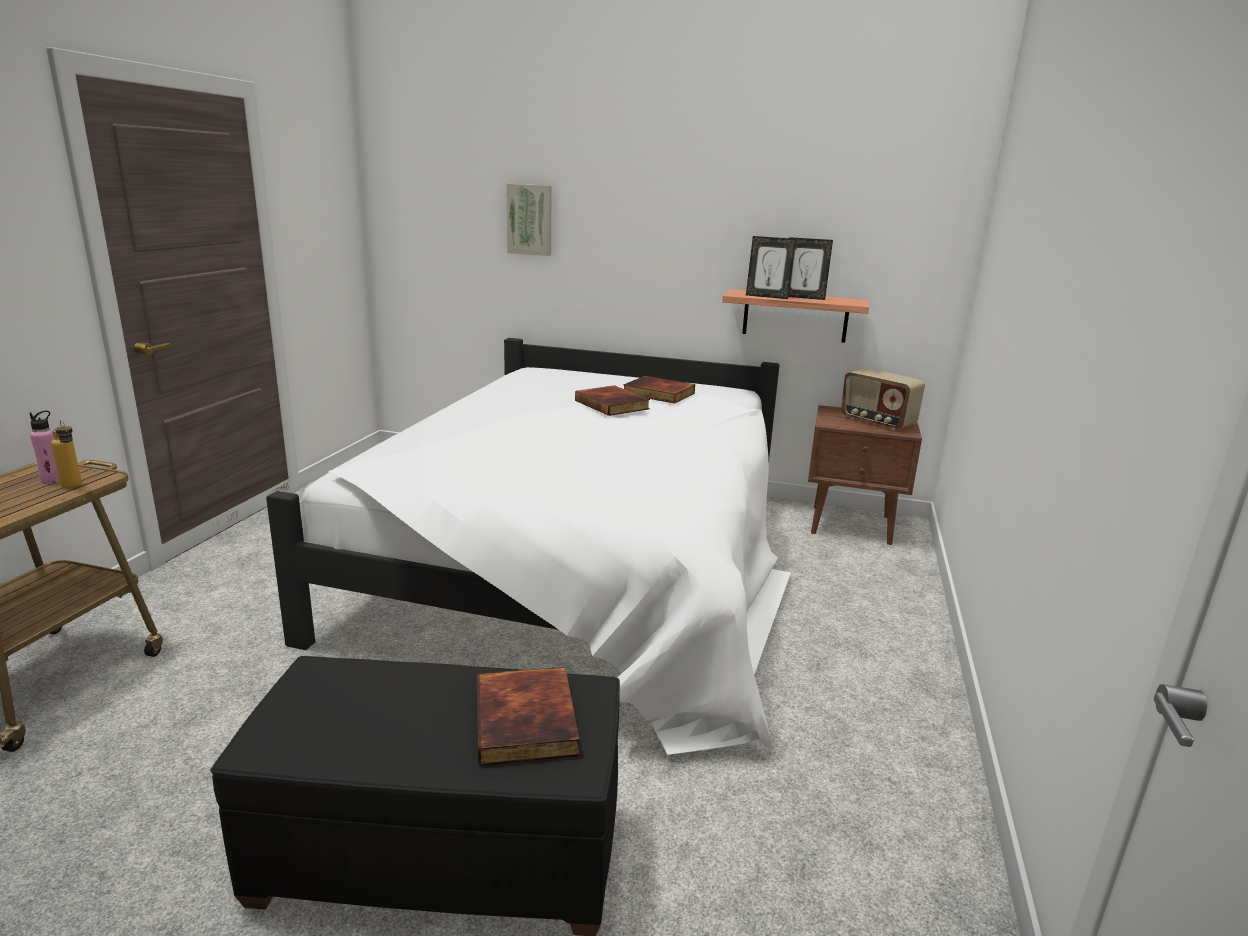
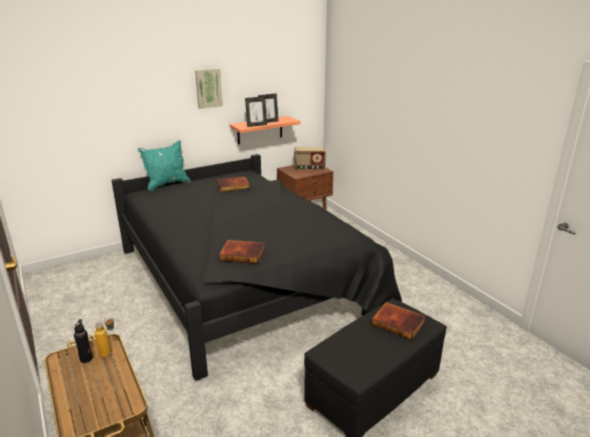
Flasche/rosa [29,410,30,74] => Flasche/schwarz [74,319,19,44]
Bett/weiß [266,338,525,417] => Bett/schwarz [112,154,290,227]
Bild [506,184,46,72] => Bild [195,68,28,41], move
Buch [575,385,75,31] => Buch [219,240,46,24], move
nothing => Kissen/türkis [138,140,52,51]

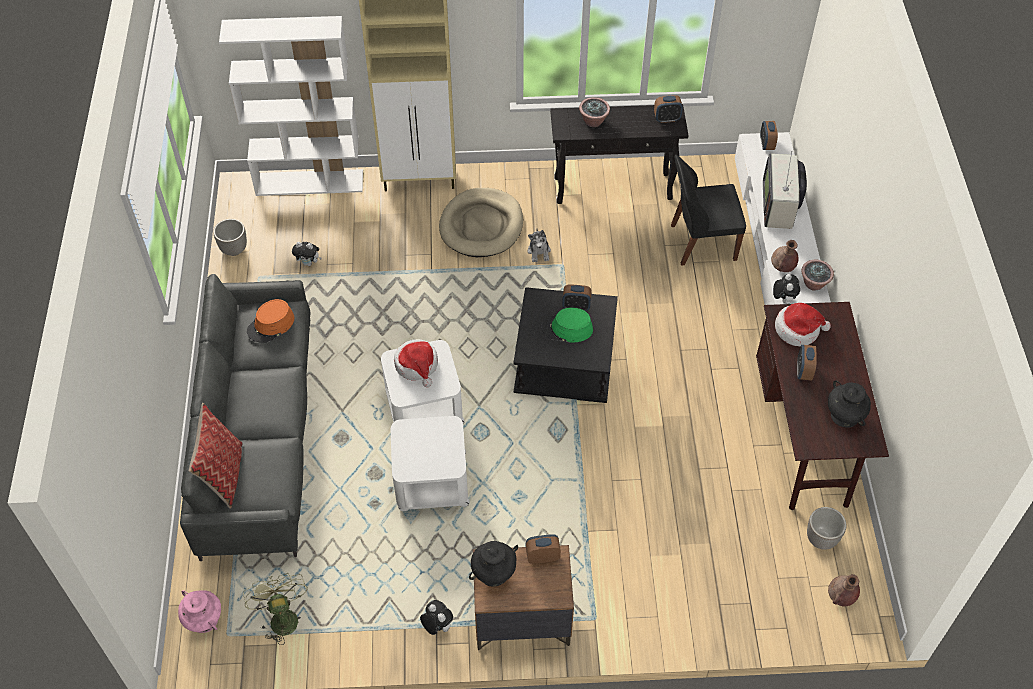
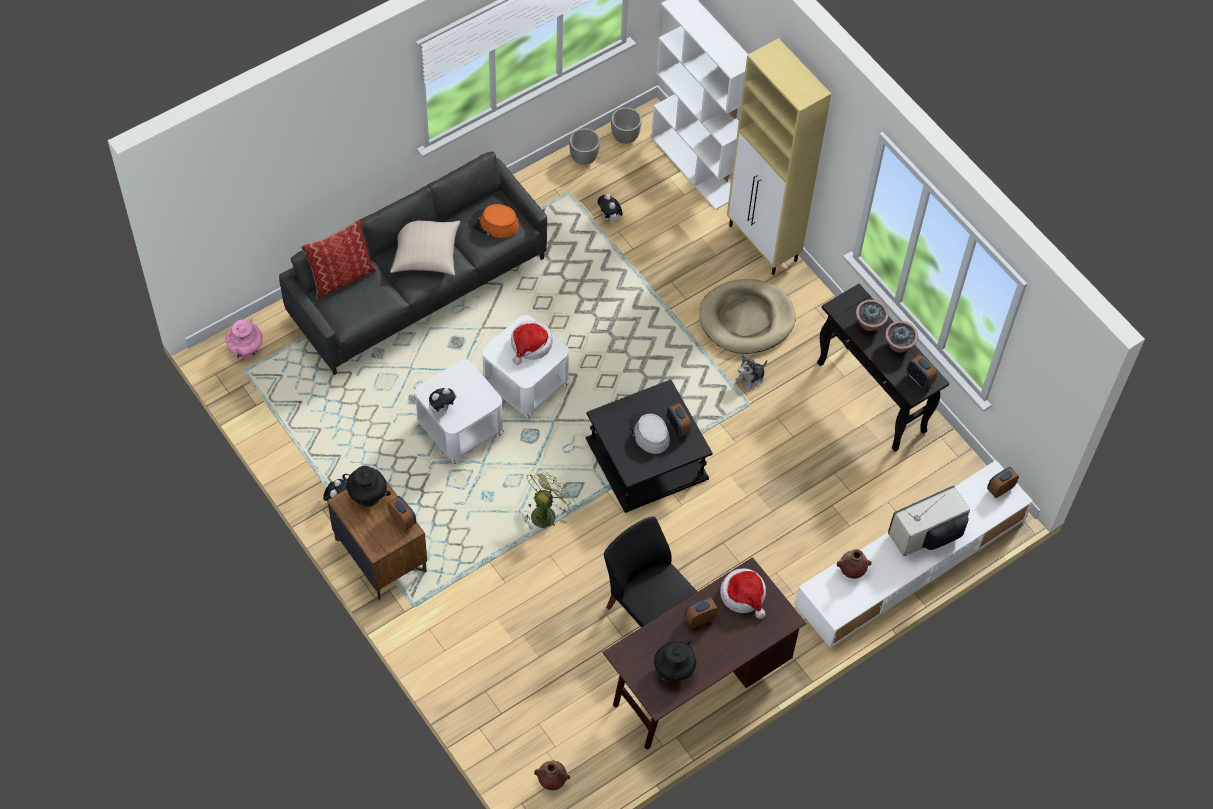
Ventilator/grün [243,573,65,72] => Ventilator/grün [525,468,51,60], move
Hut/grün [541,307,52,36] => Hut/grau [629,410,41,44]
Stuhl/schwarz [671,155,75,111] => Stuhl/schwarz [604,517,94,110], move
Plüschtier [773,274,27,30] => Plüschtier [429,388,28,25], move
Topfpflanze [801,259,33,32] => Topfpflanze [885,321,33,32], move
Pflanzkübel [807,507,40,43] => Pflanzkübel [611,107,31,37], move
nothing => Kissen/beige [390,221,70,55]

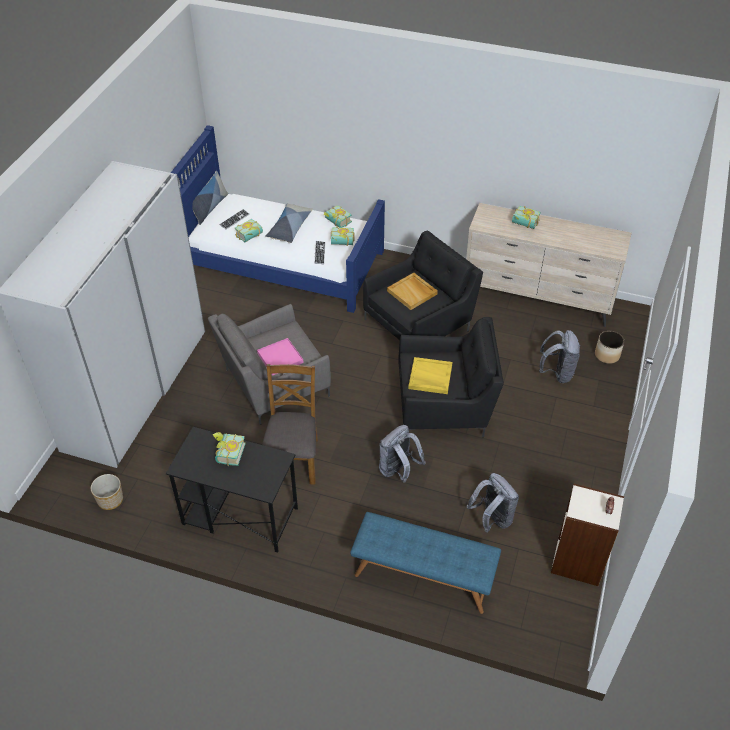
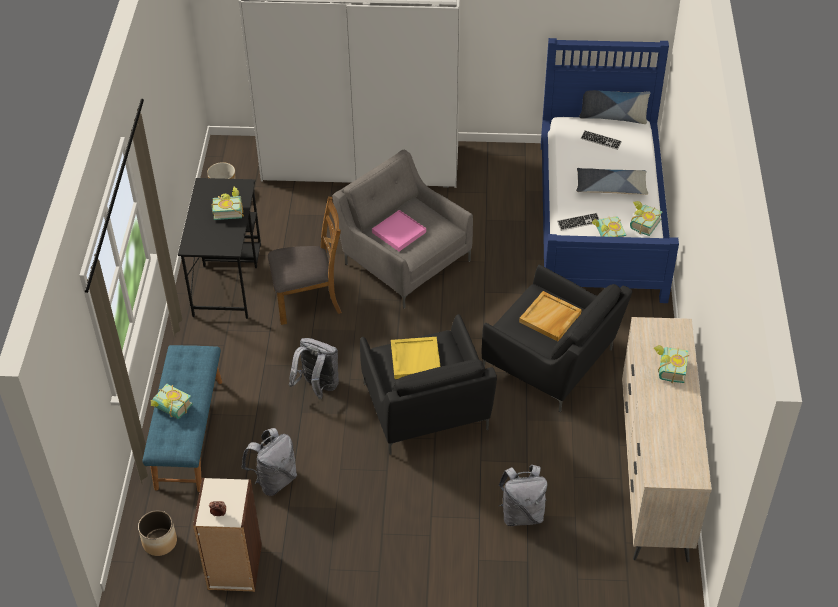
Buch [235,219,28,23] => Buch [151,384,41,35], move
Pflanzkübel [595,331,29,33] => Pflanzkübel [138,510,39,46], move

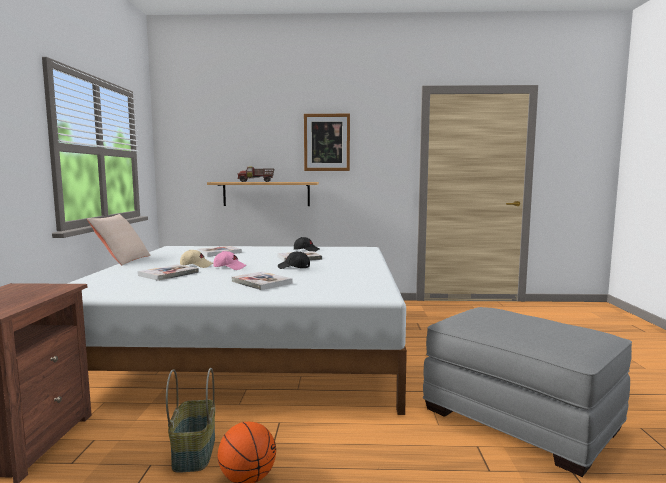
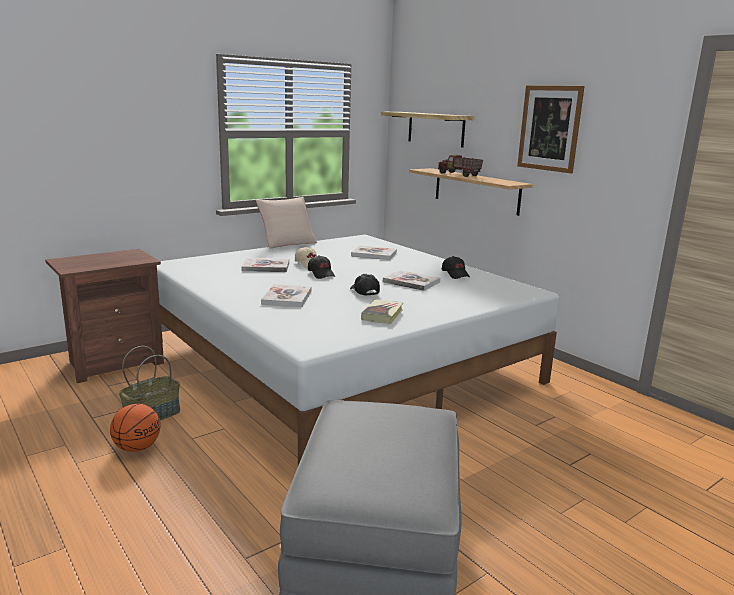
Kappe/rosa [213,251,34,19] => Kappe/schwarz [308,255,27,24]
nothing => Buch [361,300,42,24]
nothing => Wandregal [381,111,93,37]

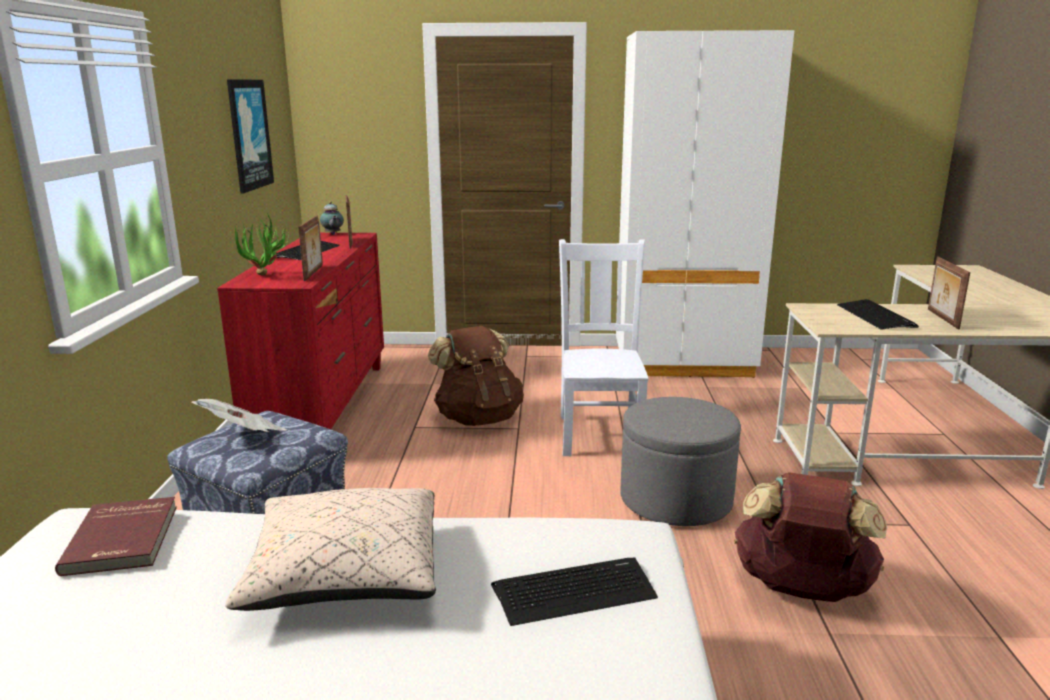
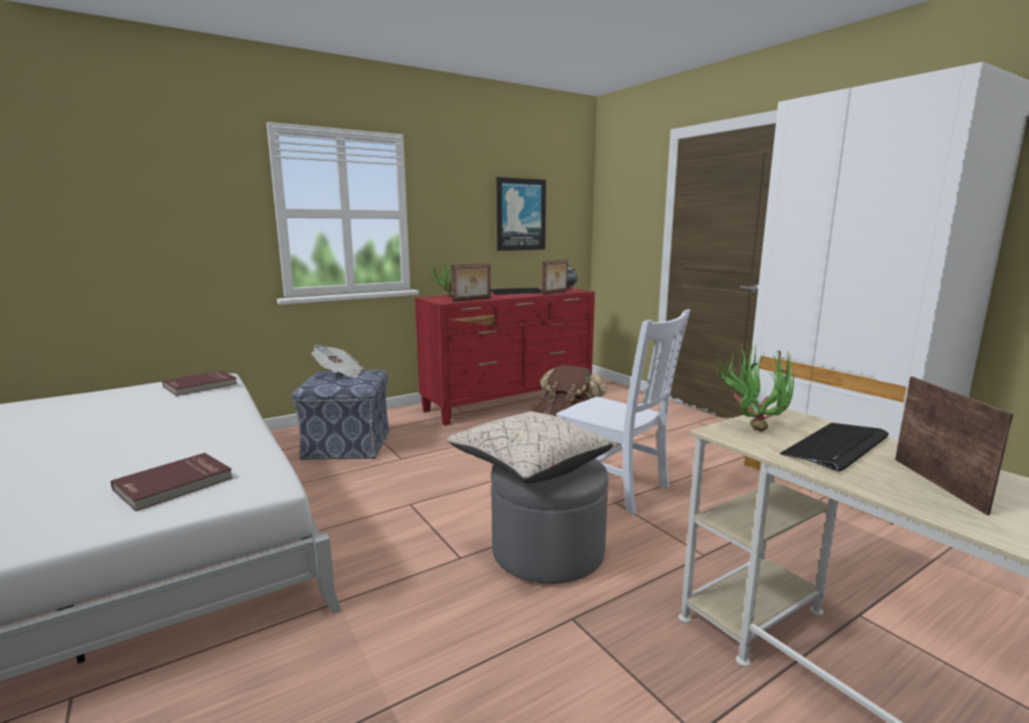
Kissen/beige [225,488,211,123] => Kissen/beige [447,411,166,73], move
Tastatur [491,558,167,68] => Buch/rot [111,453,122,58]
Stuhl/weiß [559,239,90,217] => Stuhl/weiß [556,309,134,205], 75 degrees clockwise
Rucksack/braun [734,472,153,130] => nothing
Bilderrahmen [928,257,42,72] => Bilderrahmen [895,376,118,139], 120 degrees clockwise
nothing => Topfpflanze [717,345,77,87]

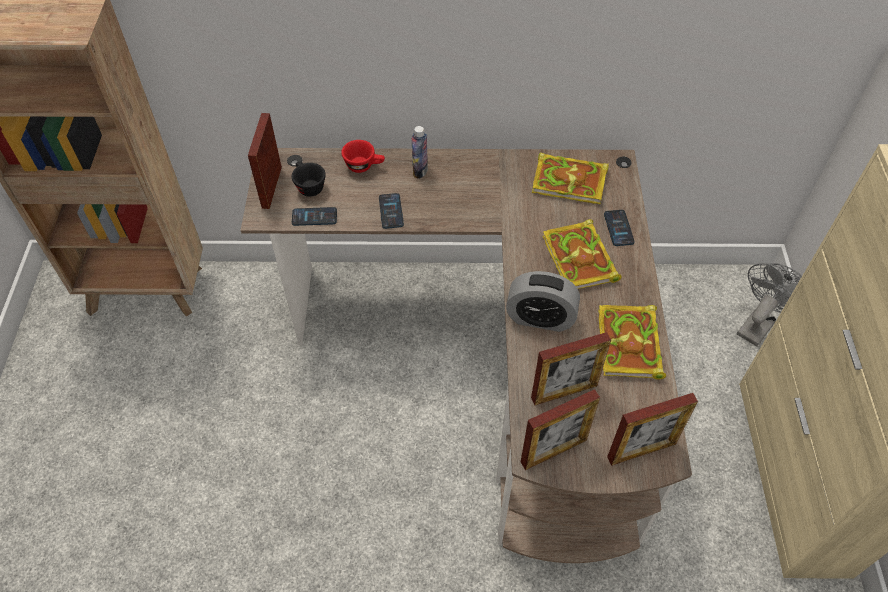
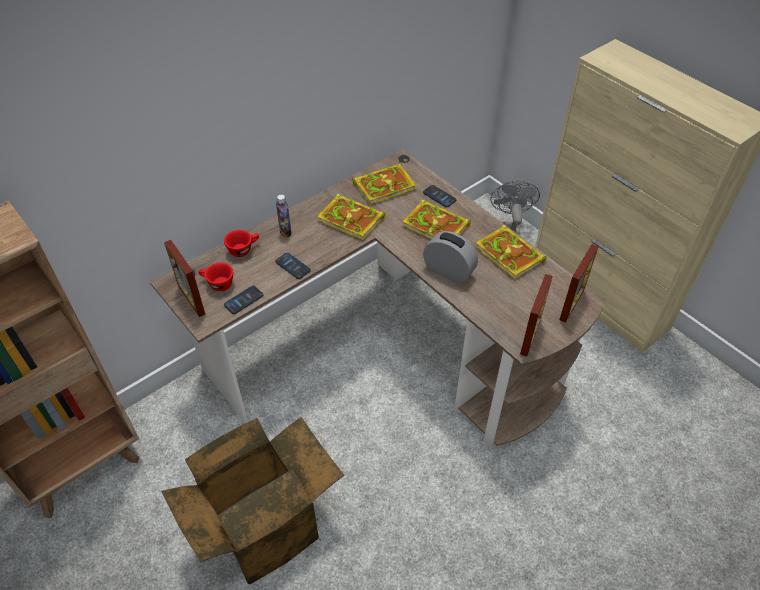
Tasse/schwarz [292,162,34,35] => Tasse/rot [198,263,35,28]
Wecker [506,271,74,61] => Wecker [423,231,55,52], 120 degrees counterclockwise
Bilderrahmen [531,332,80,73] => nothing
nothing => Karton [161,417,184,167]
nothing => Buch [317,193,68,47]

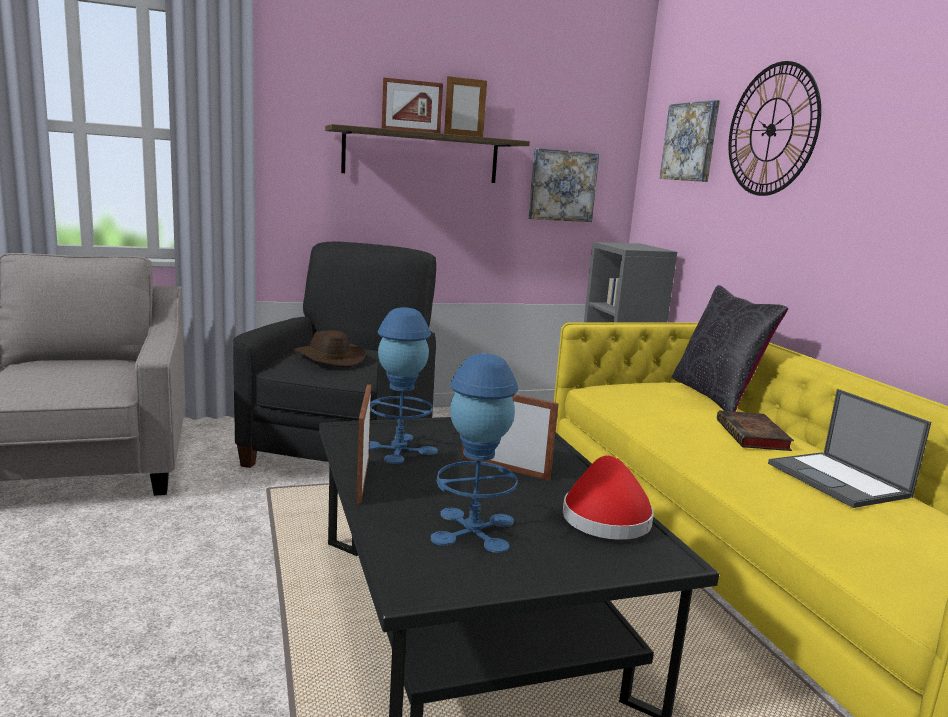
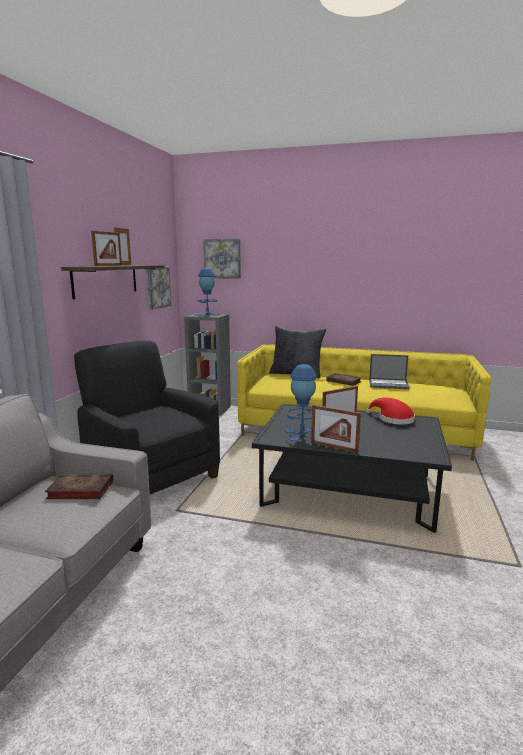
Hut/braun [294,330,72,37] => nothing
Tischlampe/blau [431,353,87,200] => Tischlampe/blau [195,268,25,49], move
Wanduhr [729,61,92,135] => nothing
nothing => Buch [45,474,68,25]

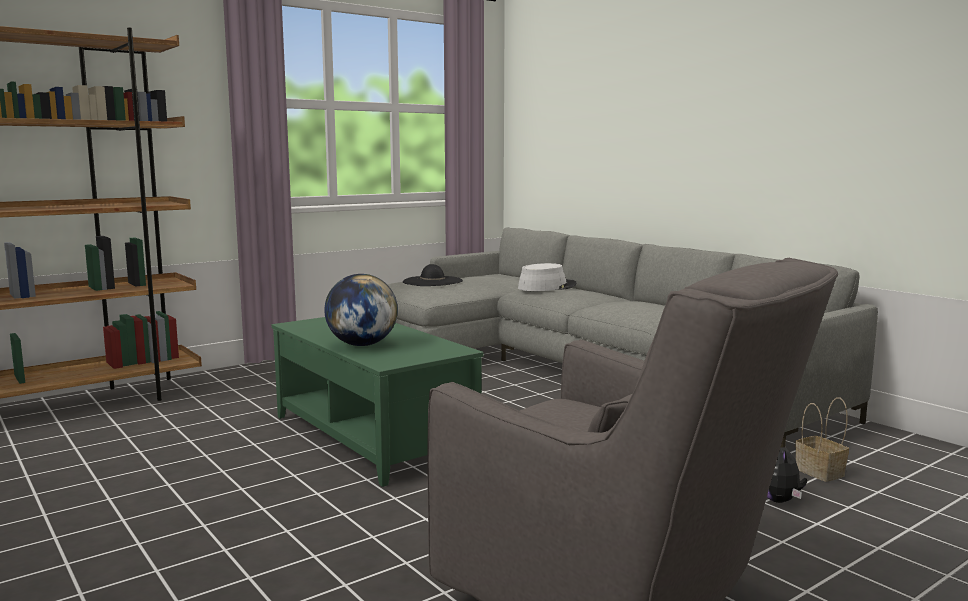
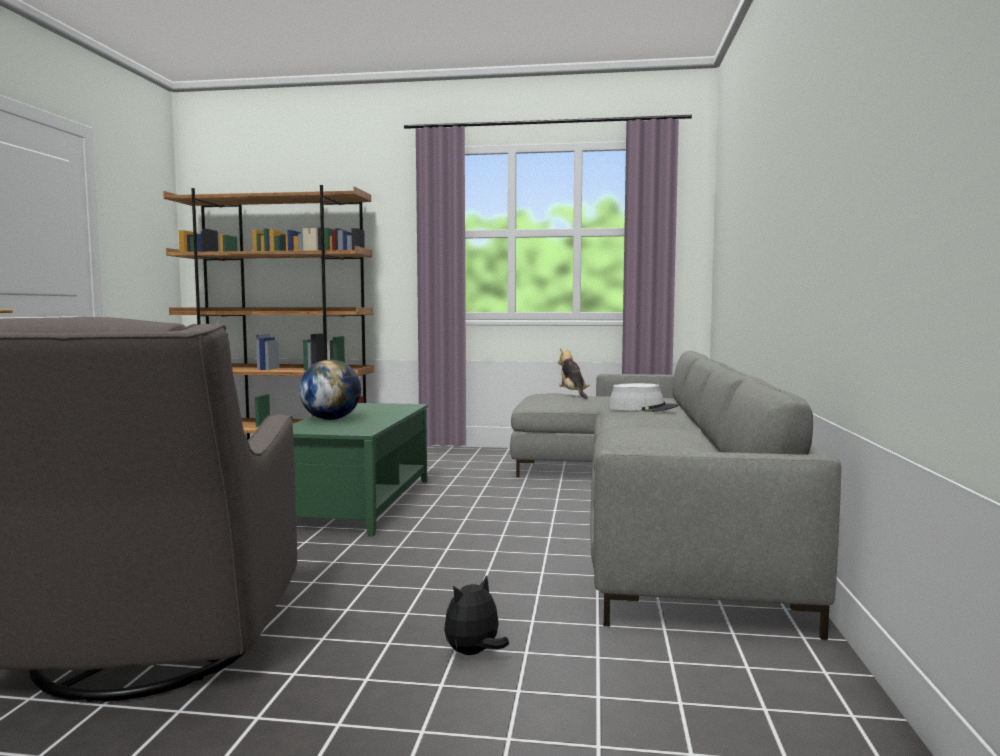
Hut/schwarz [403,264,60,22] => Plüschtier [558,349,31,50]
Korb [795,397,54,85] => nothing

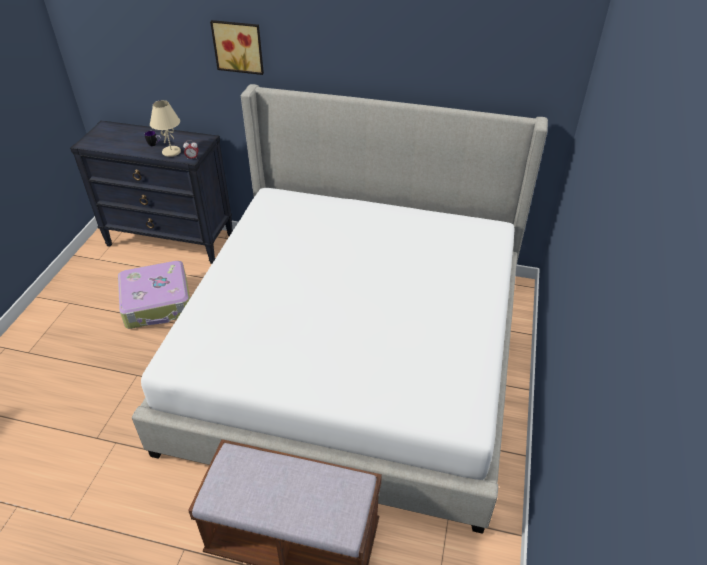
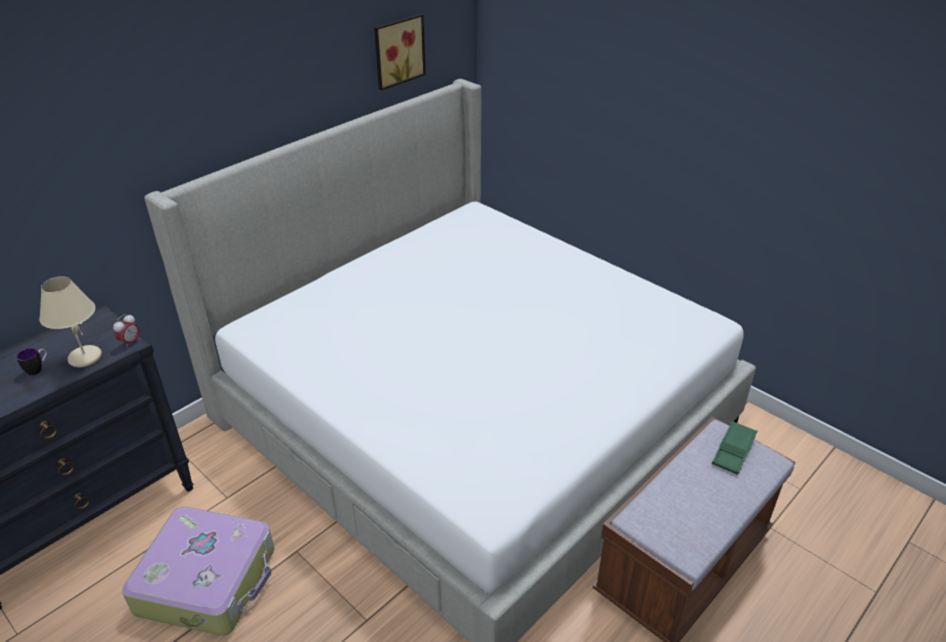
Bild [210,20,54,55] => Bild [374,14,52,76], move
nothing => Tablett/grün [712,421,45,54]

